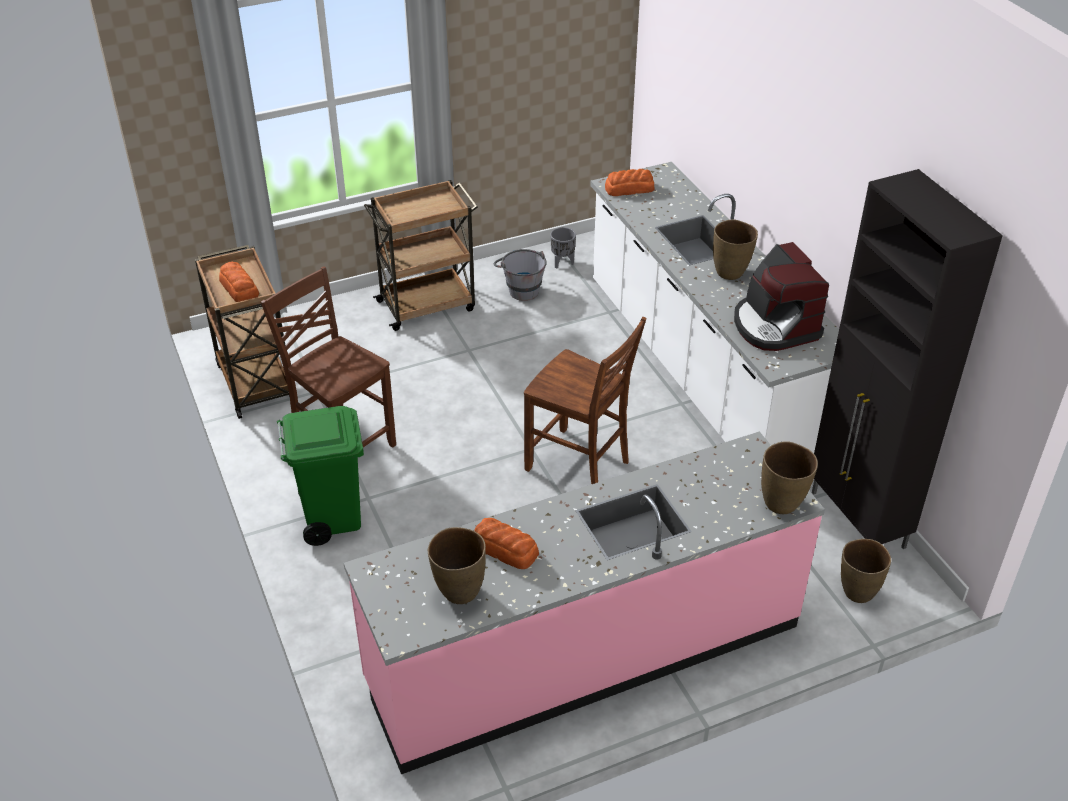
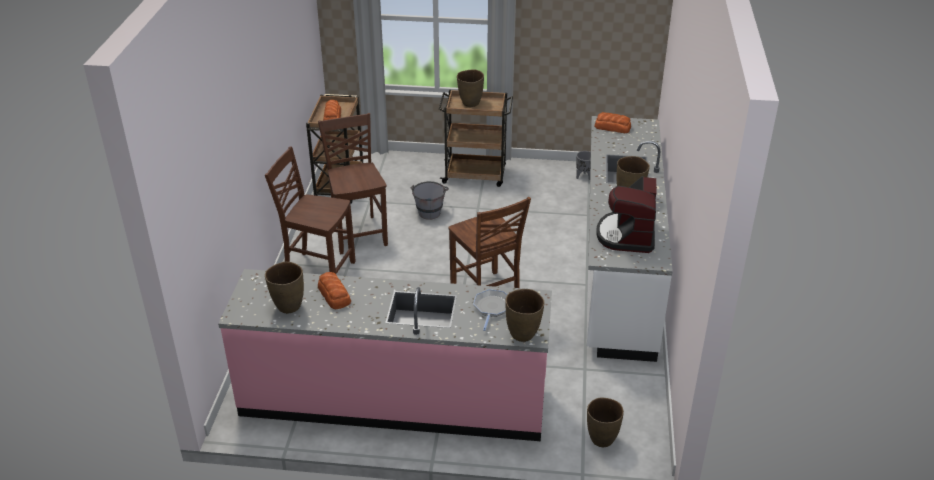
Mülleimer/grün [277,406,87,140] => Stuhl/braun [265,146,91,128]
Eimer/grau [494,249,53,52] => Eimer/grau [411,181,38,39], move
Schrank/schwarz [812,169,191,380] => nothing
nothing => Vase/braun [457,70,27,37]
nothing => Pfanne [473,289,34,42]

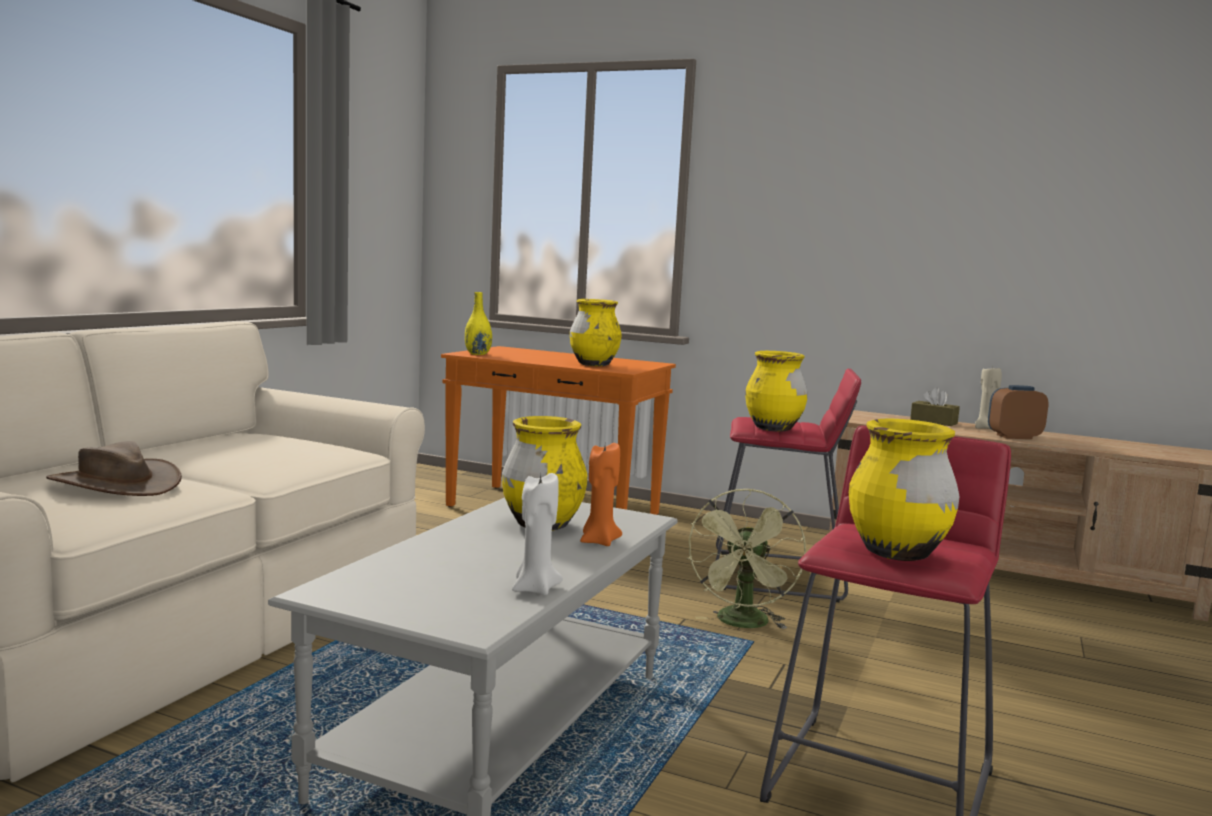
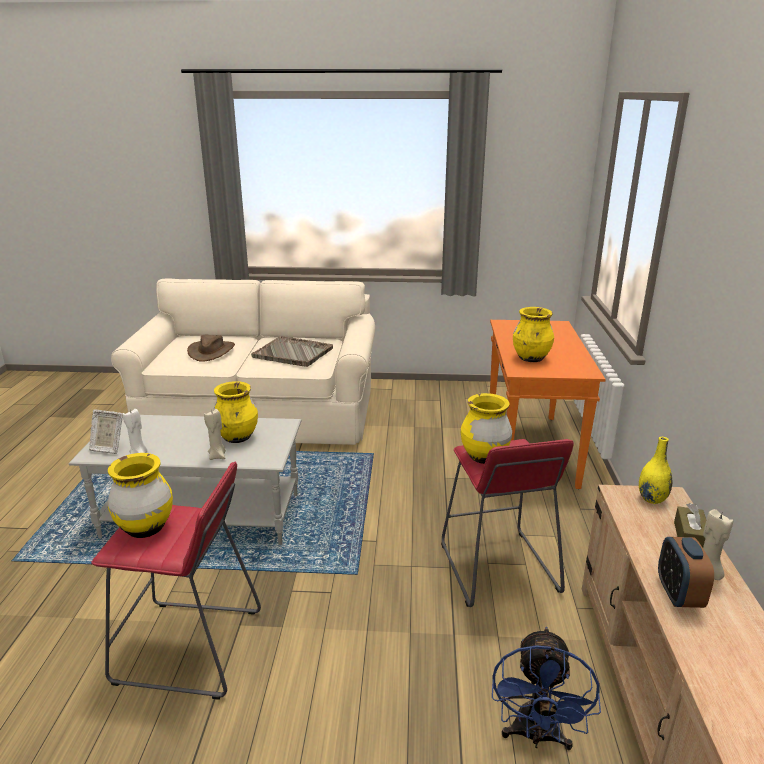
Vase/gelb [465,292,27,63] => Vase/gelb [639,437,34,67], move
Kerze/orange [580,443,42,103] => Kerze/beige [204,409,22,51]
Ventilator/grün [687,488,119,141] => nothing
Wecker [988,385,61,54] => Wecker [658,537,56,71], 150 degrees counterclockwise
nothing => Bilderrahmen [89,409,34,45]
nothing => Tablett/grau [251,336,82,31]
nothing => Ventilator/blau [492,627,109,123]

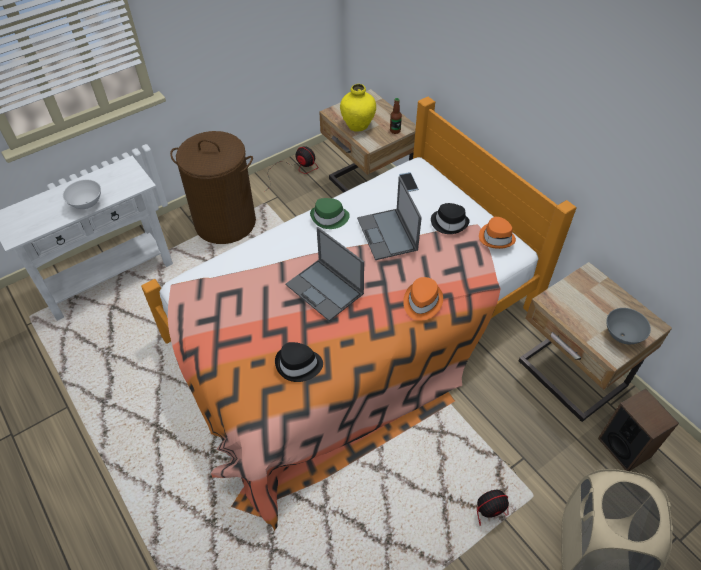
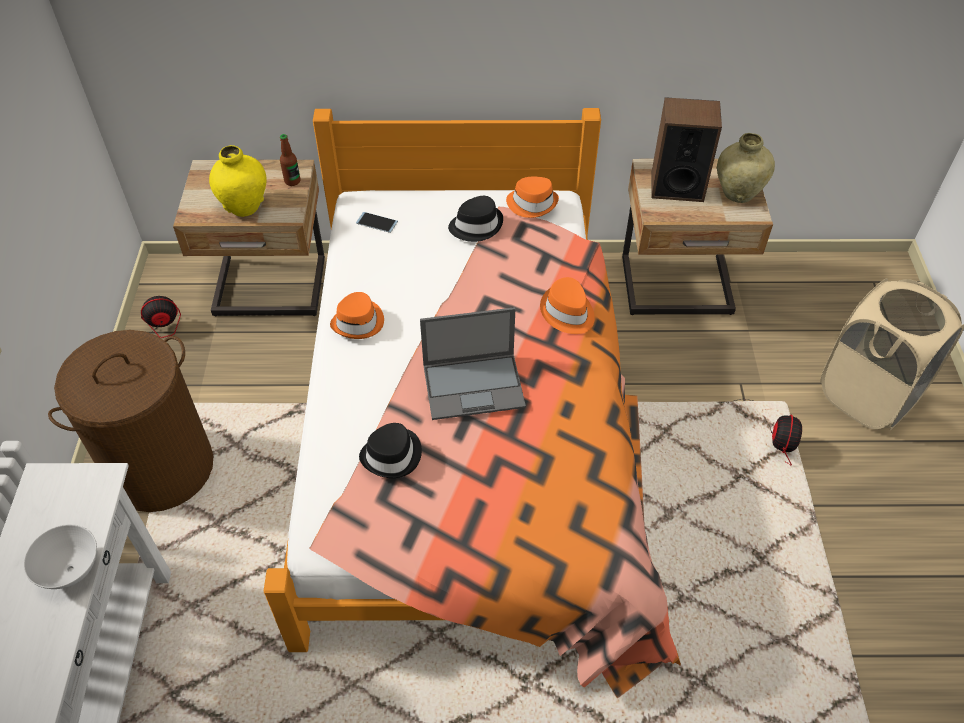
Hut/schwarz [275,342,48,40] => Hut/schwarz [359,423,63,55], move
Hut/grün [310,198,40,31] => Hut/orange [330,292,54,47]
Laptop [357,176,65,84] => nothing
Lautsprecher [598,388,81,83] => Lautsprecher [651,97,71,105], move
Schüssel/grau [606,308,45,36] => Vase/beige [717,133,58,70]

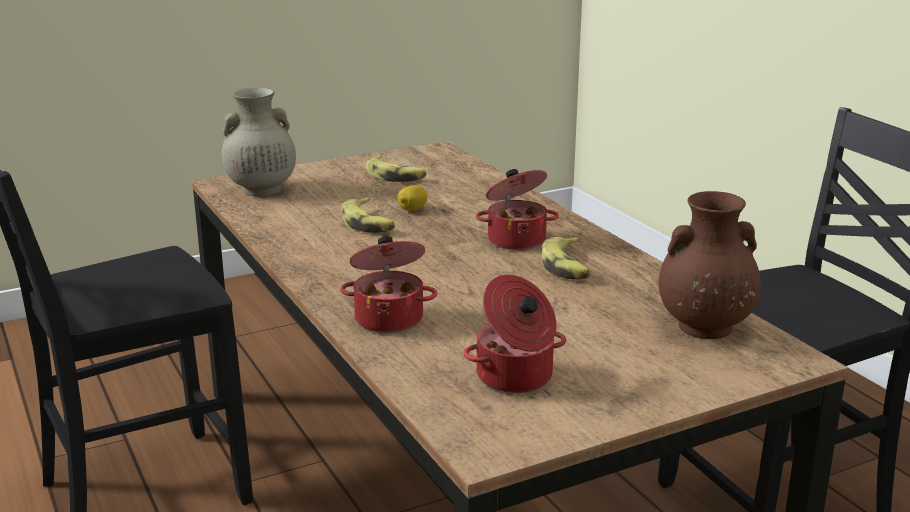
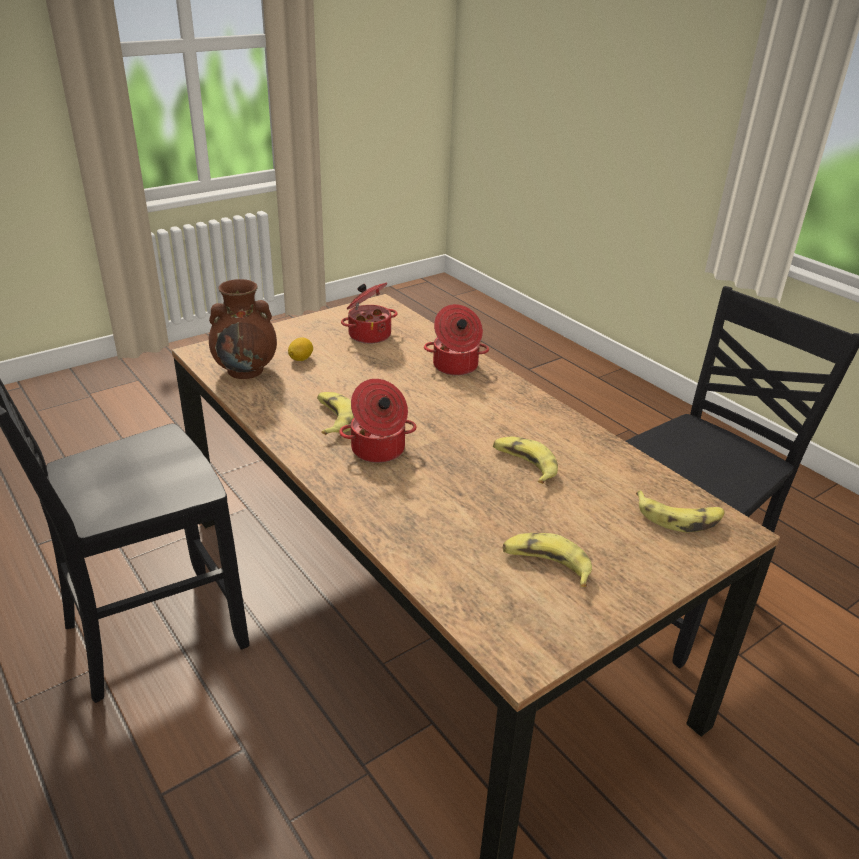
Vase/beige [222,87,74,109] => Banane [636,490,89,43]
Zitrone [397,185,30,26] => Zitrone [288,337,25,24], move

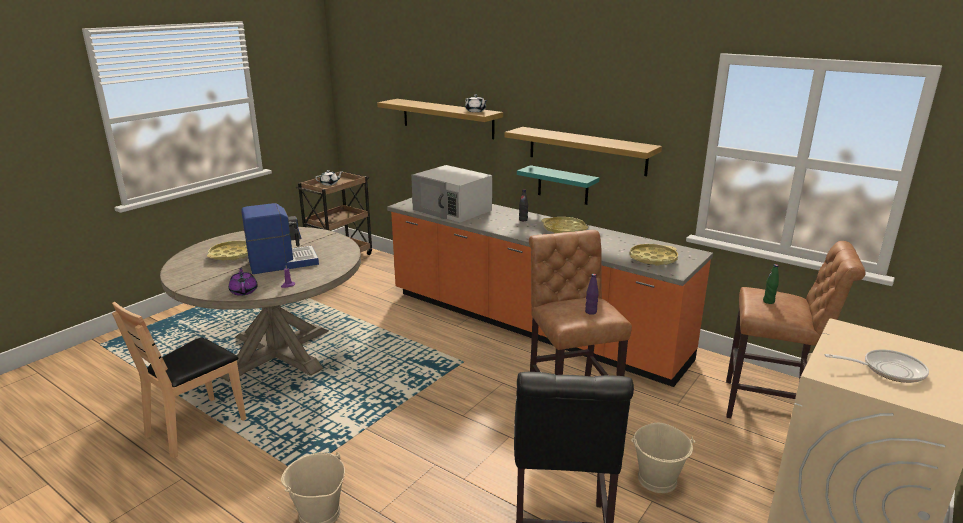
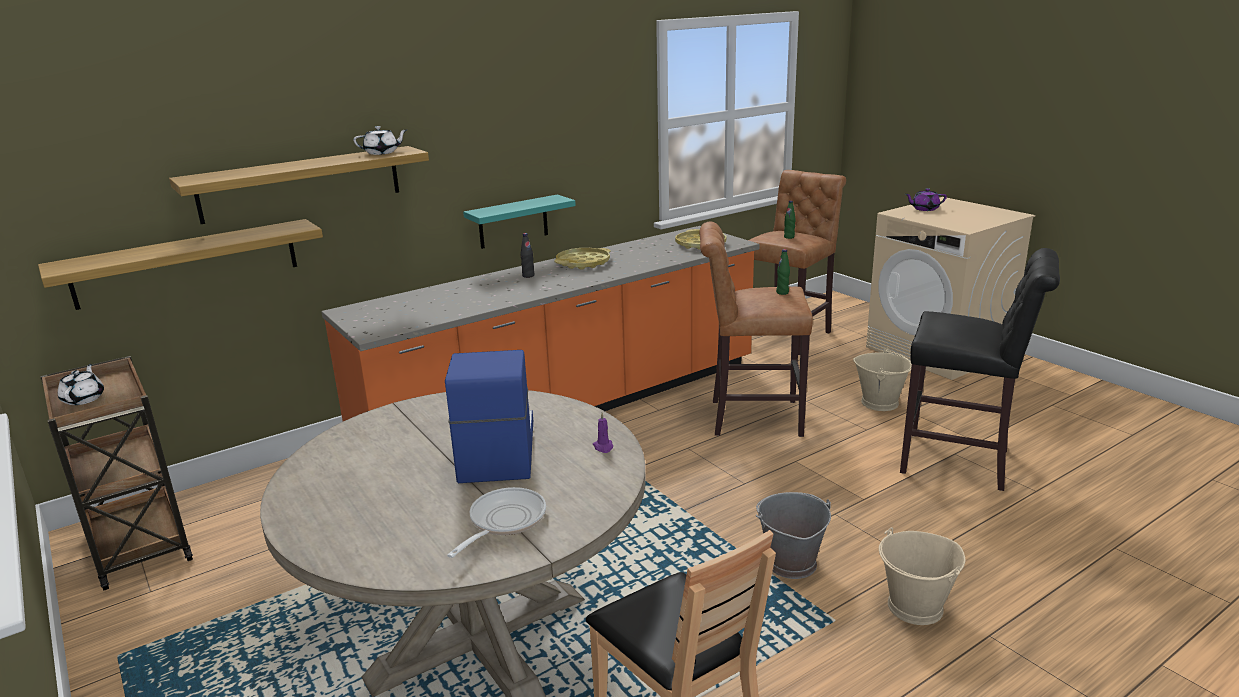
Tablett/gelb [207,241,41,20] => nothing
Teekanne/lila [229,268,29,28] => Teekanne/lila [905,188,42,23], move
Mikrowelle/weiß [411,165,81,58] => nothing
Wandregal [505,127,157,49] => Wandregal [38,219,285,91], move
Flasche/lila [585,274,14,41] => Flasche/grün [776,249,14,46]
Pfanne [825,349,104,34] => Pfanne [447,487,99,71], move
nothing => Eimer/grau [756,492,75,87]

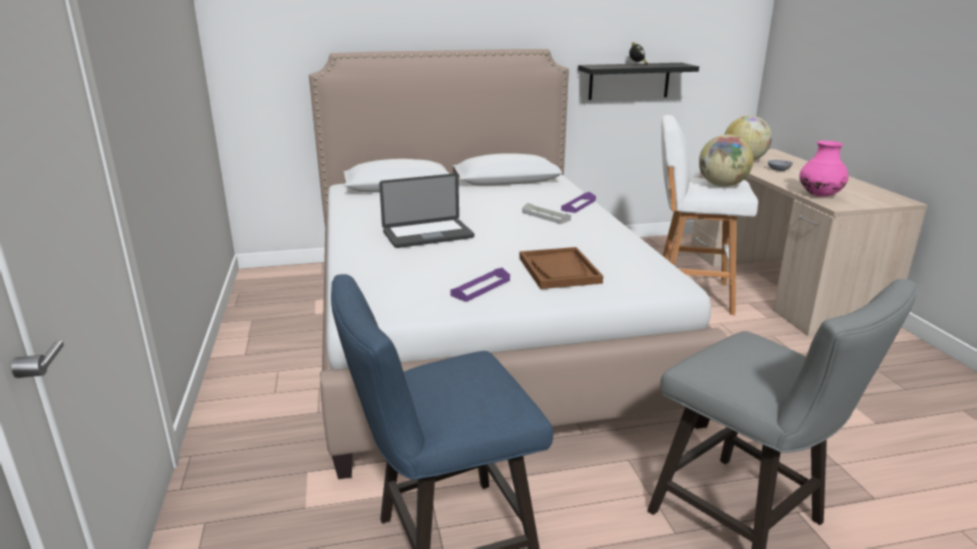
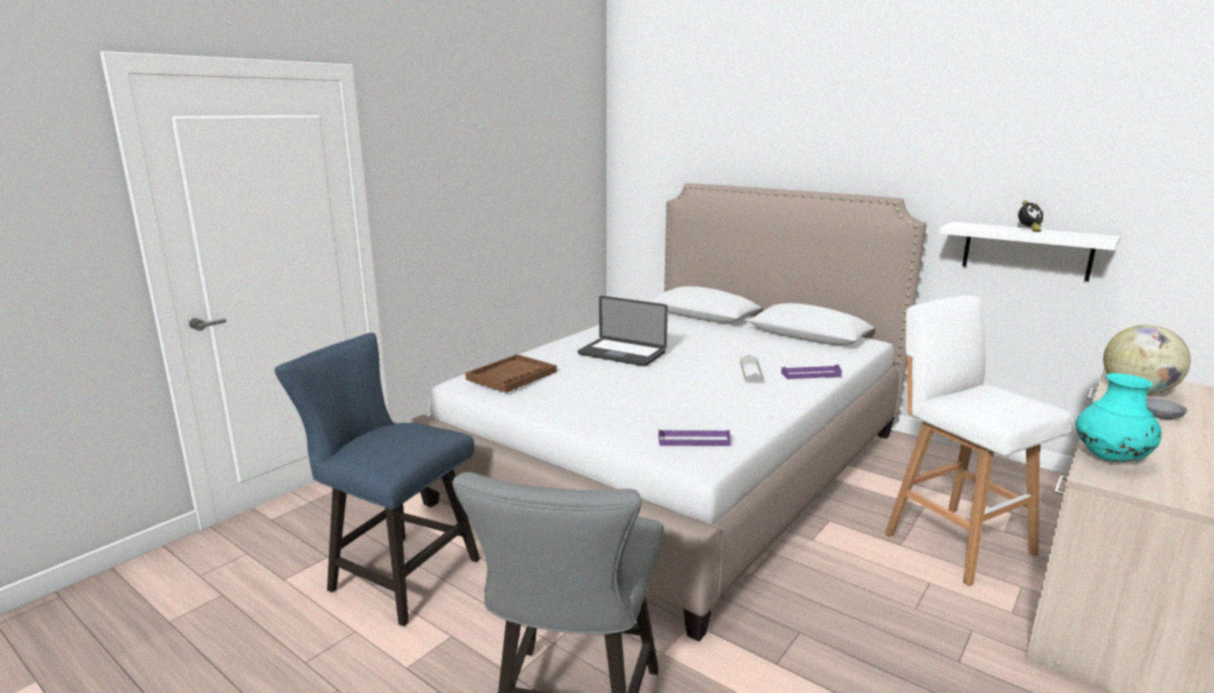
Tablett/lila [450,268,60,34] => Tablett/lila [658,430,73,16], move
Tablett/braun [519,247,84,42] => Tablett/braun [465,354,92,39], move
Wandregal/schwarz [578,63,121,37] => Wandregal/weiß [939,222,182,59]
Globus [699,135,55,52] => nothing
Vase/rosa [799,141,50,56] => Vase/türkis [1076,373,86,89]

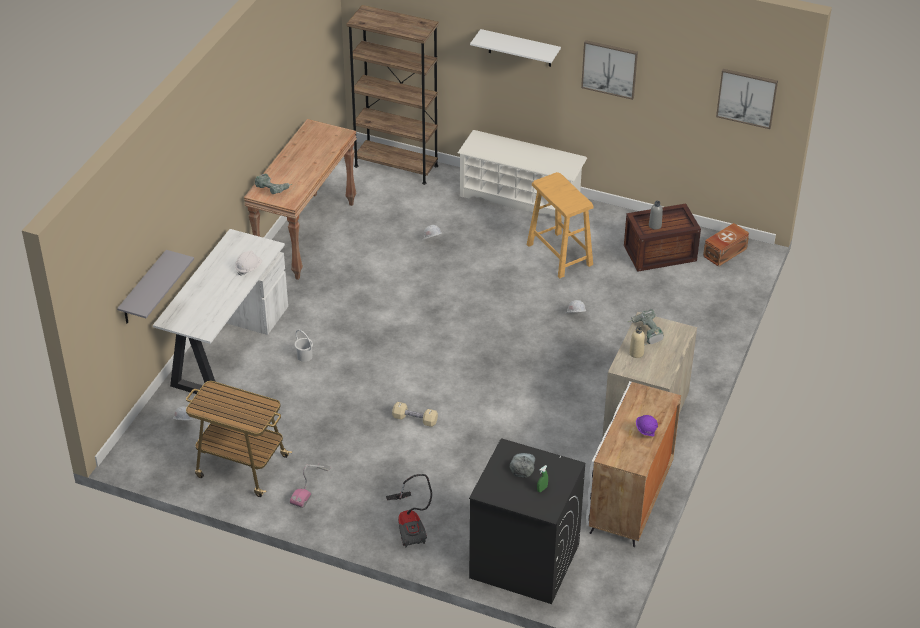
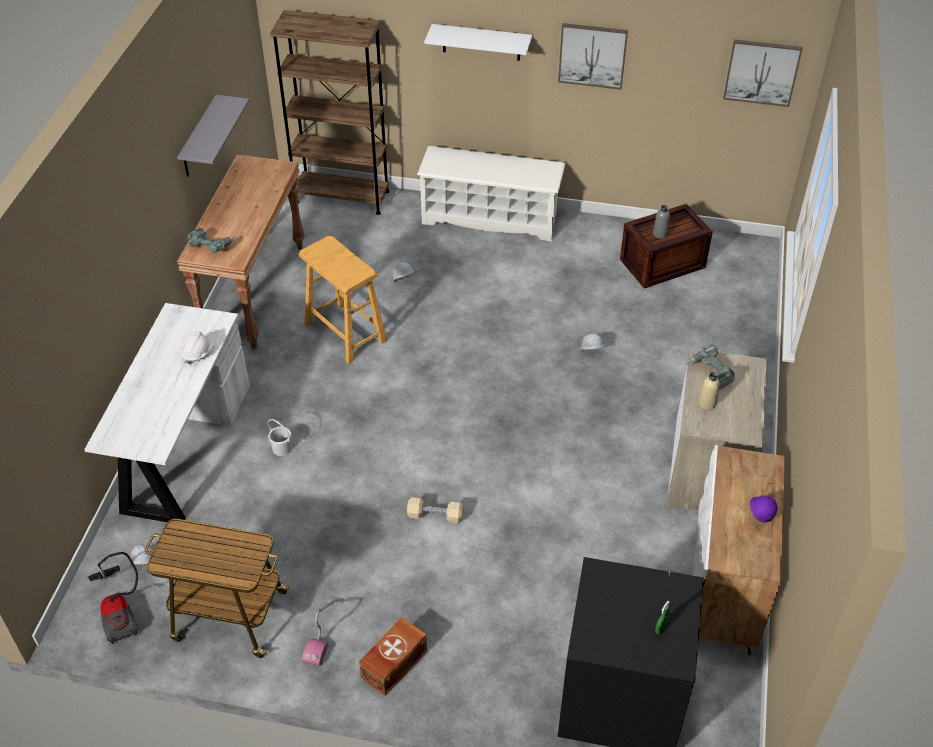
Wandregal/grau [117,250,77,73] => Wandregal/grau [177,95,73,82], move
Staubsauger [386,474,46,73] => Staubsauger [88,552,50,92], move
Kappe/grau [510,453,25,25] => nothing
Hocker/beige [527,172,67,106] => Hocker/beige [299,236,88,128], move
Aufbewahrungsbox/braun [703,223,46,44] => Aufbewahrungsbox/braun [359,617,68,79], move

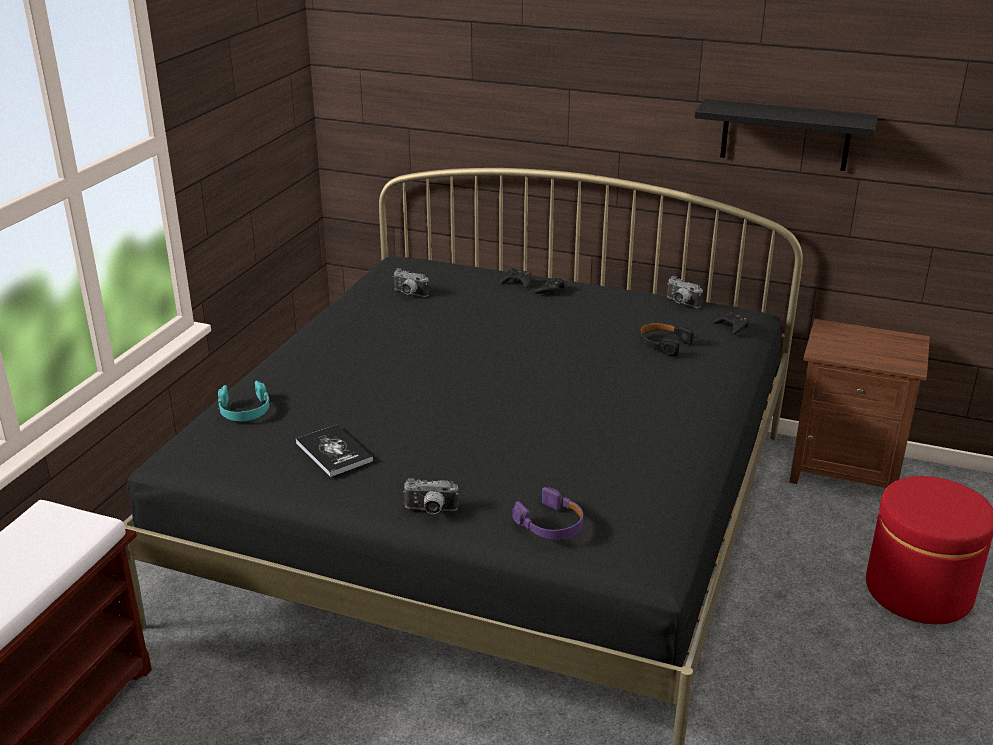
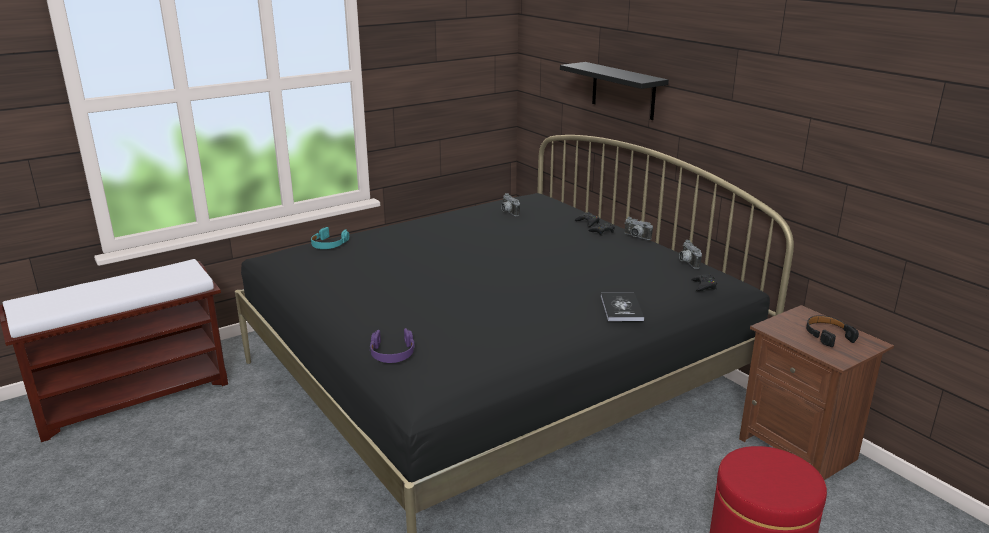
Buch [296,425,77,52] => Buch [601,293,43,28], move
Kamera [403,478,56,36] => Kamera [624,217,29,23], move
Kopfhörer/schwarz [639,323,55,33] => Kopfhörer/schwarz [806,315,53,32], move
Wandregal/schwarz [695,99,183,72] => Wandregal/schwarz [560,62,109,58], move

